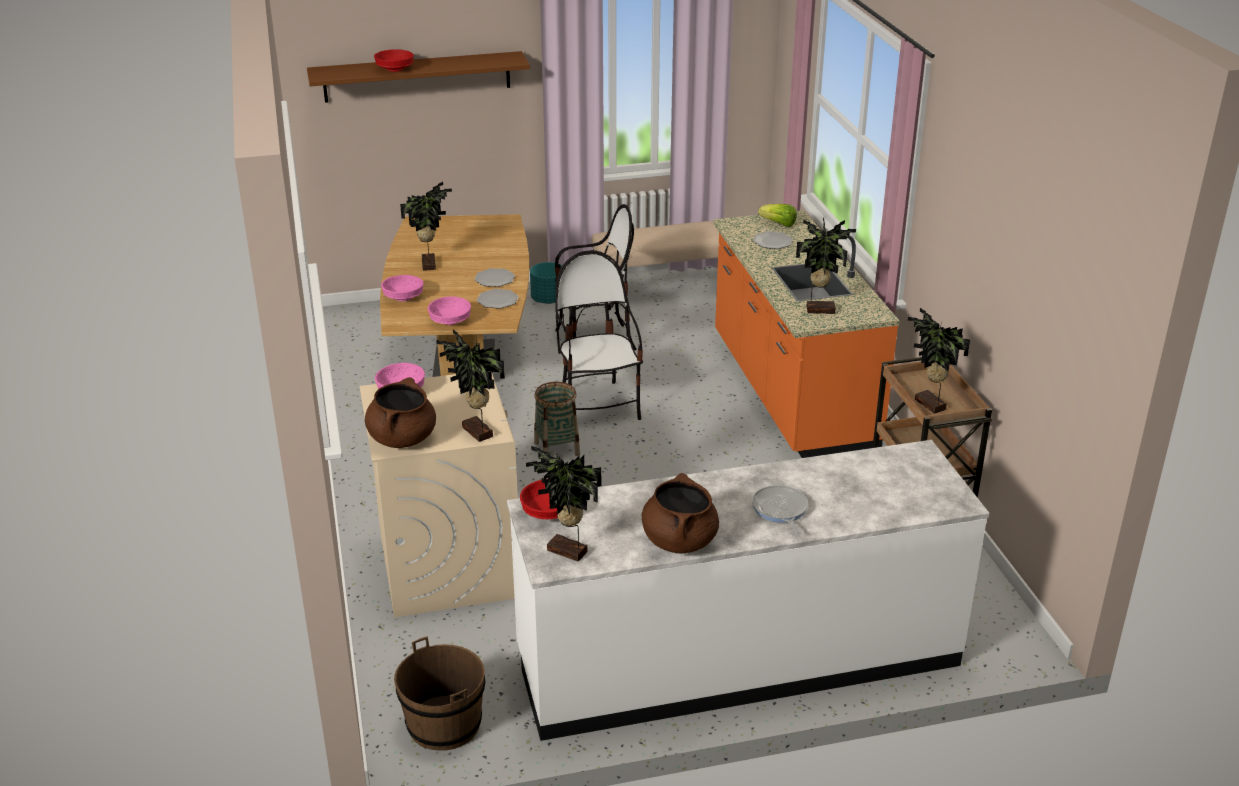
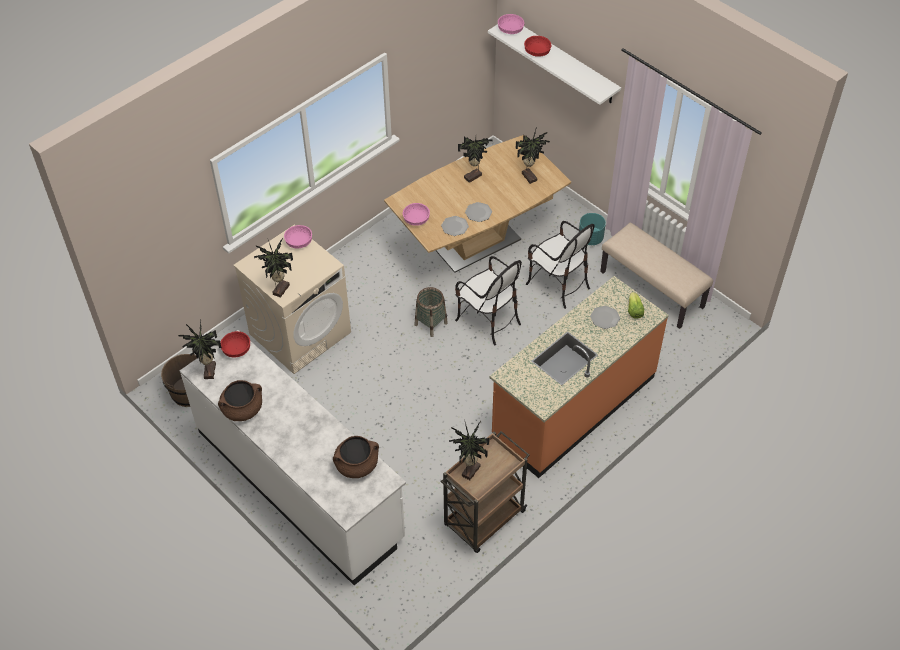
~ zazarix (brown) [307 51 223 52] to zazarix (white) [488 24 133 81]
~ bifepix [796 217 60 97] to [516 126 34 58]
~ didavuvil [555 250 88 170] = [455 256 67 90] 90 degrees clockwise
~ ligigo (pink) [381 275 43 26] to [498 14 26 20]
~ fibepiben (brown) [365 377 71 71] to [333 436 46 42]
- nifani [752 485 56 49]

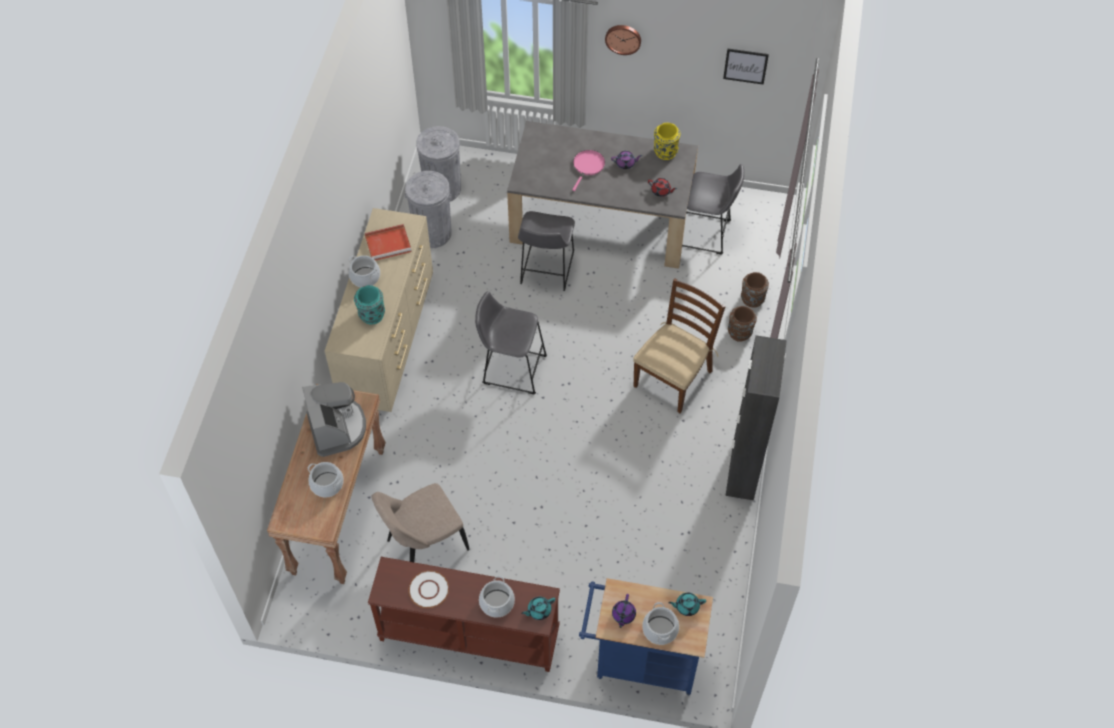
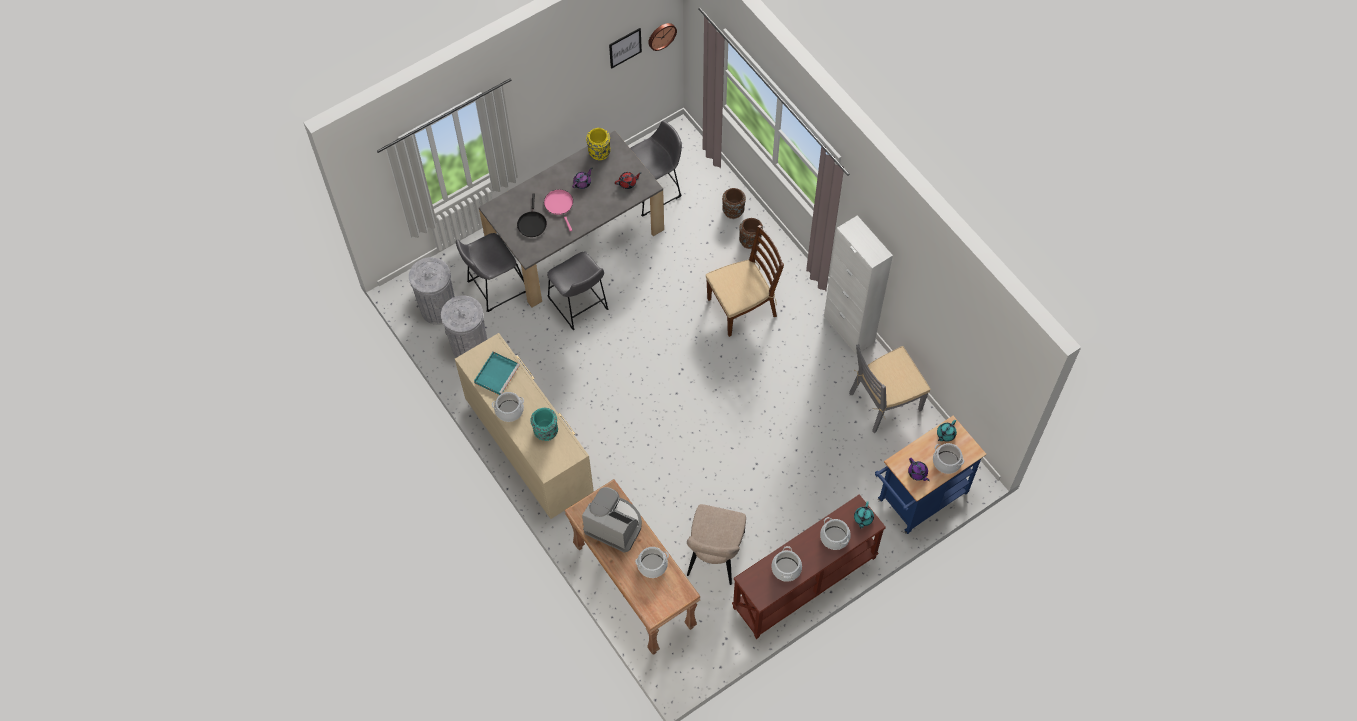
~ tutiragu [605 25 36 30] to [648 23 29 28]
~ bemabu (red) [365 224 47 37] to bemabu (turquoise) [474 352 46 43]
~ didavuvil (brown) [633 278 92 135] = [706 225 78 112] 75 degrees clockwise
~ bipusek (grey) [475 291 72 103] to [456 233 70 79]
~ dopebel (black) [725 335 62 165] to dopebel (white) [824 215 69 139]
~ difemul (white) [409 571 40 37] to fibepiben [771 546 31 36]
+ nifani (black) [517 193 30 44]
+ didavuvil (grey) [849 344 82 89]

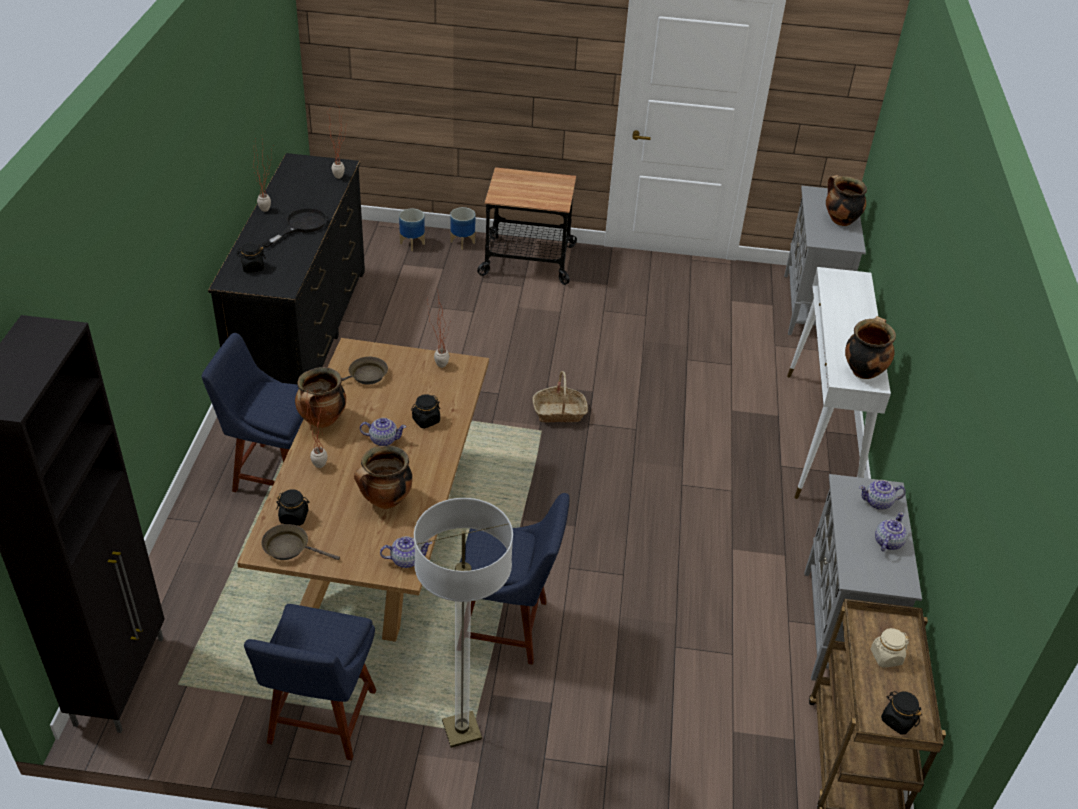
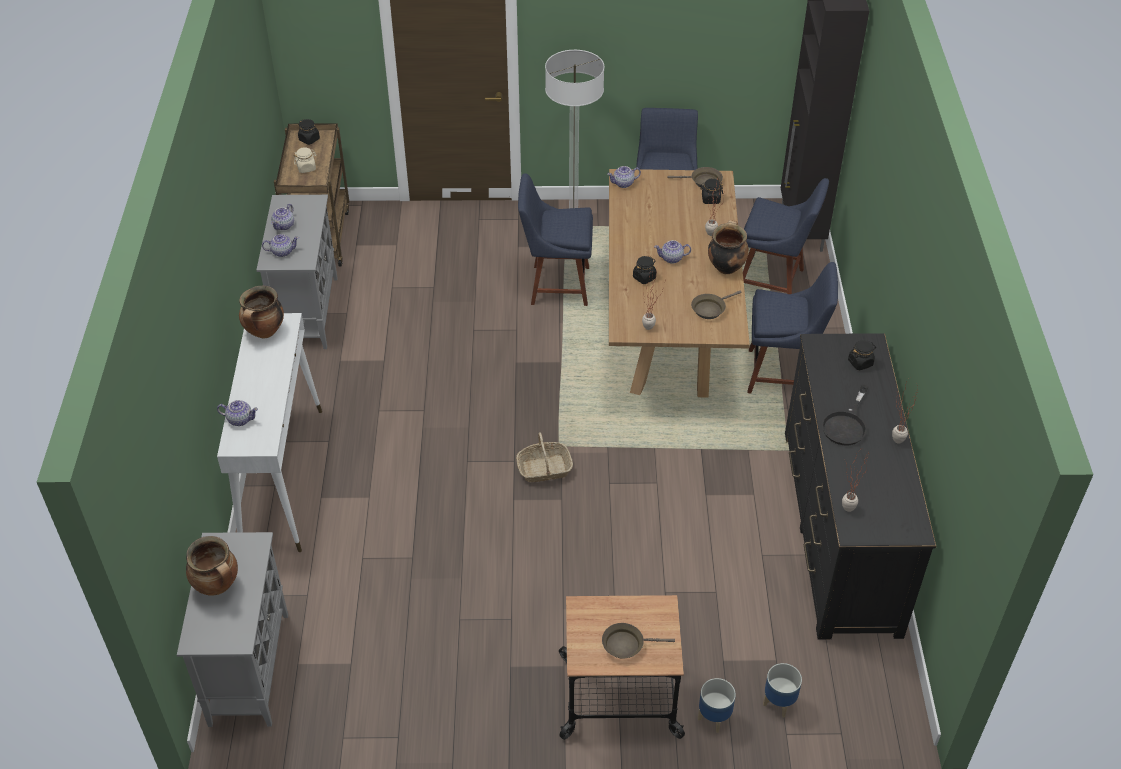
- fibepiben [354 446 58 63]
+ didavuvil (blue) [743 178 86 116]
+ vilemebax [217 400 41 26]
+ nifani (brown) [602 623 73 36]

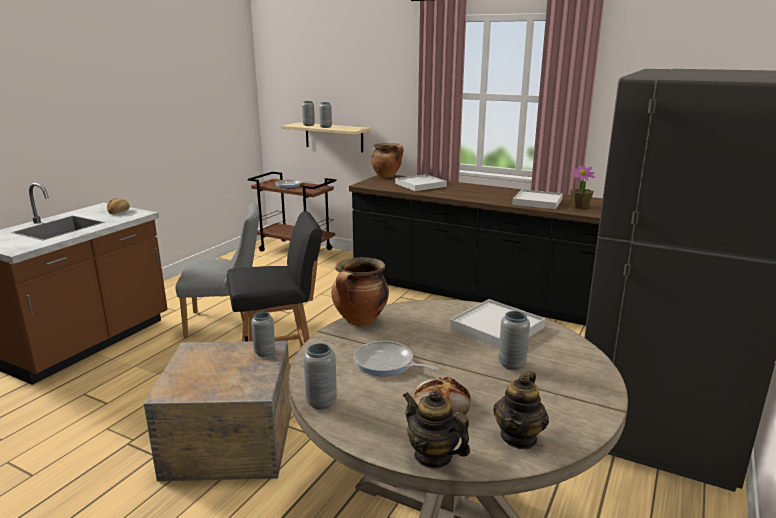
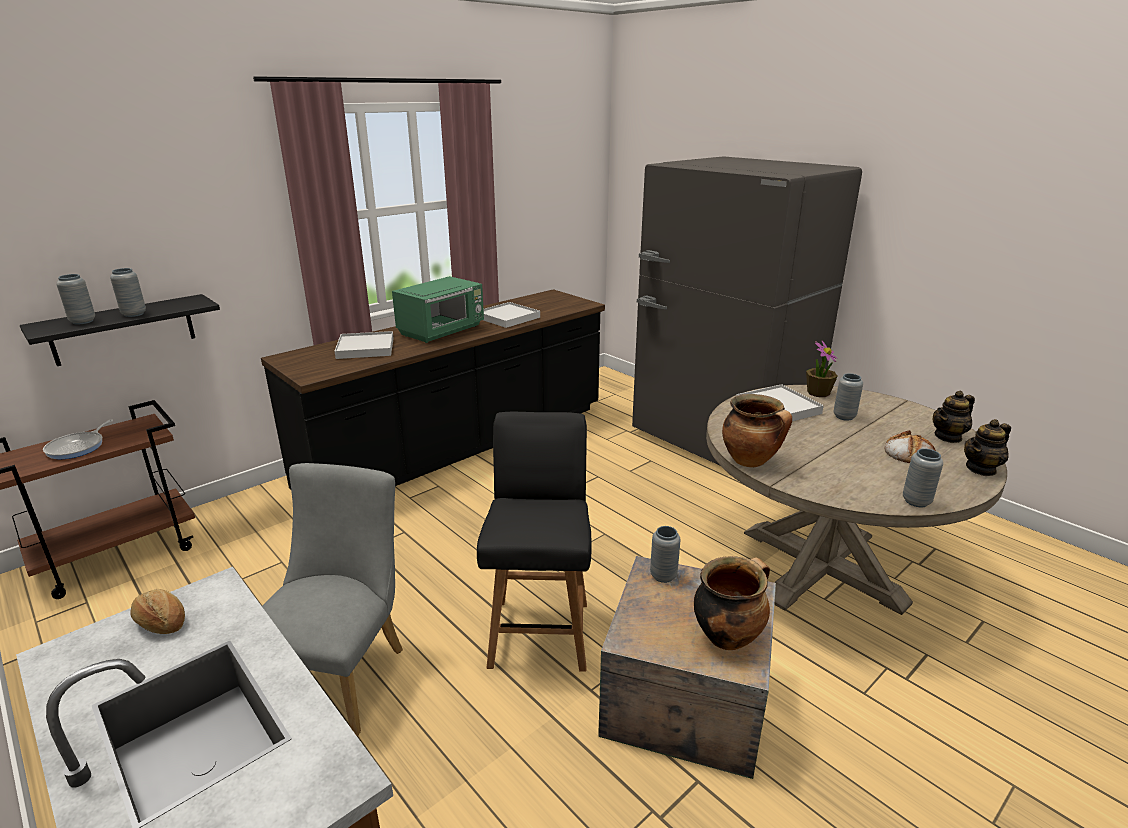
~ zazarix (beige) [281 122 90 30] to zazarix (black) [20 294 200 72]
~ fibepiben [371 143 32 35] to [694 556 76 94]
~ bifepix [570 165 25 44] to [806 341 32 56]
- nifani [353 341 86 35]
~ vilemebax [493 371 56 78] = [933 390 42 53] 105 degrees clockwise
+ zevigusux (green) [392 276 92 67]

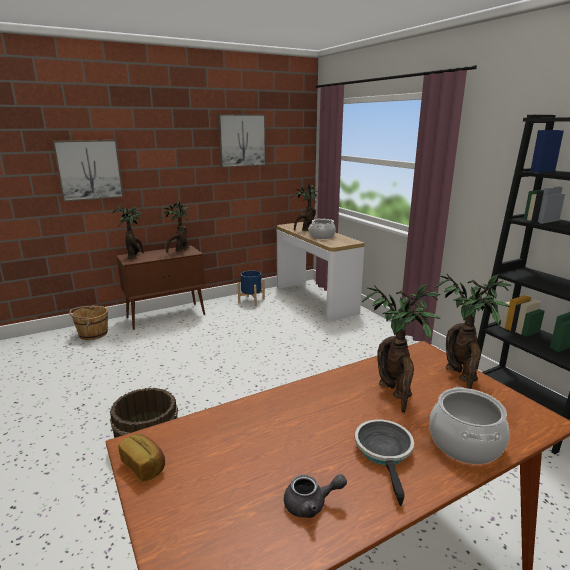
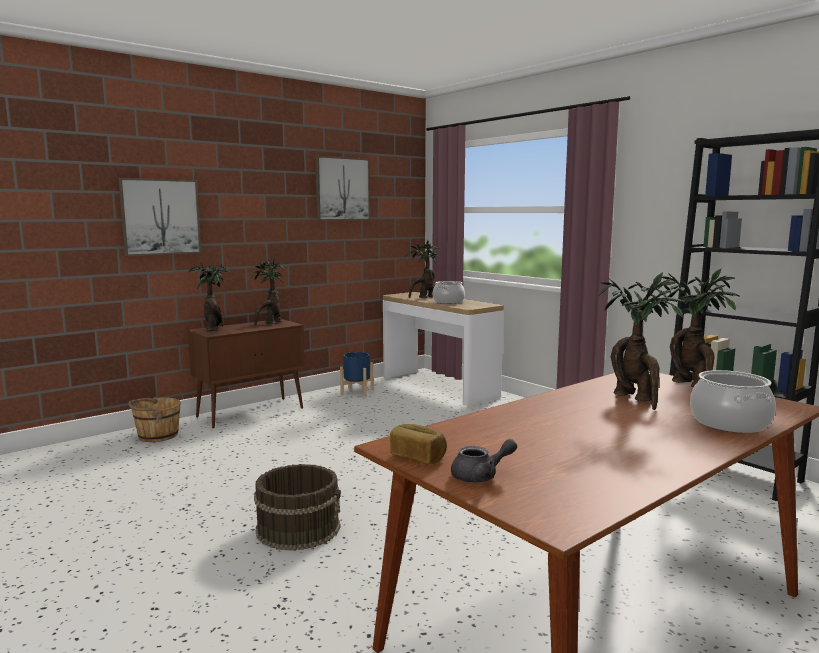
- nifani [355 419 59 87]
~ vilemebax (grey) [284 474 63 44] to [451 439 66 44]

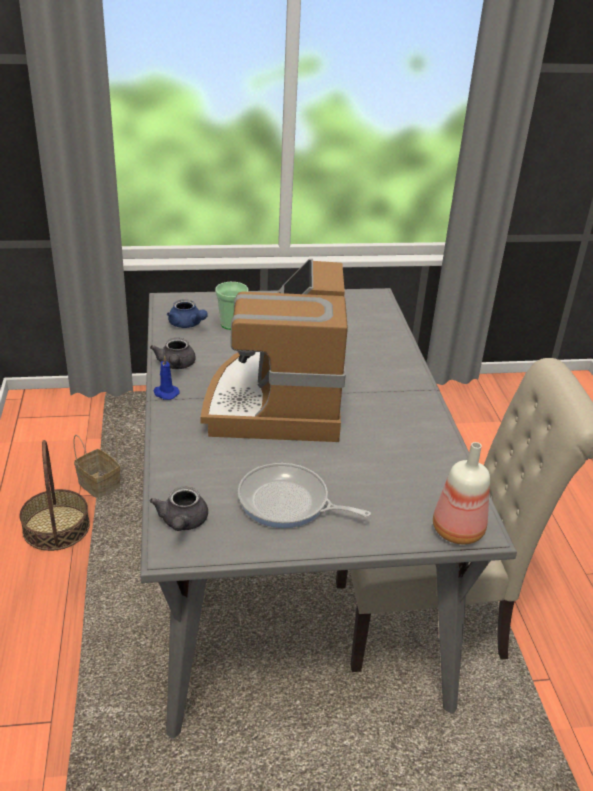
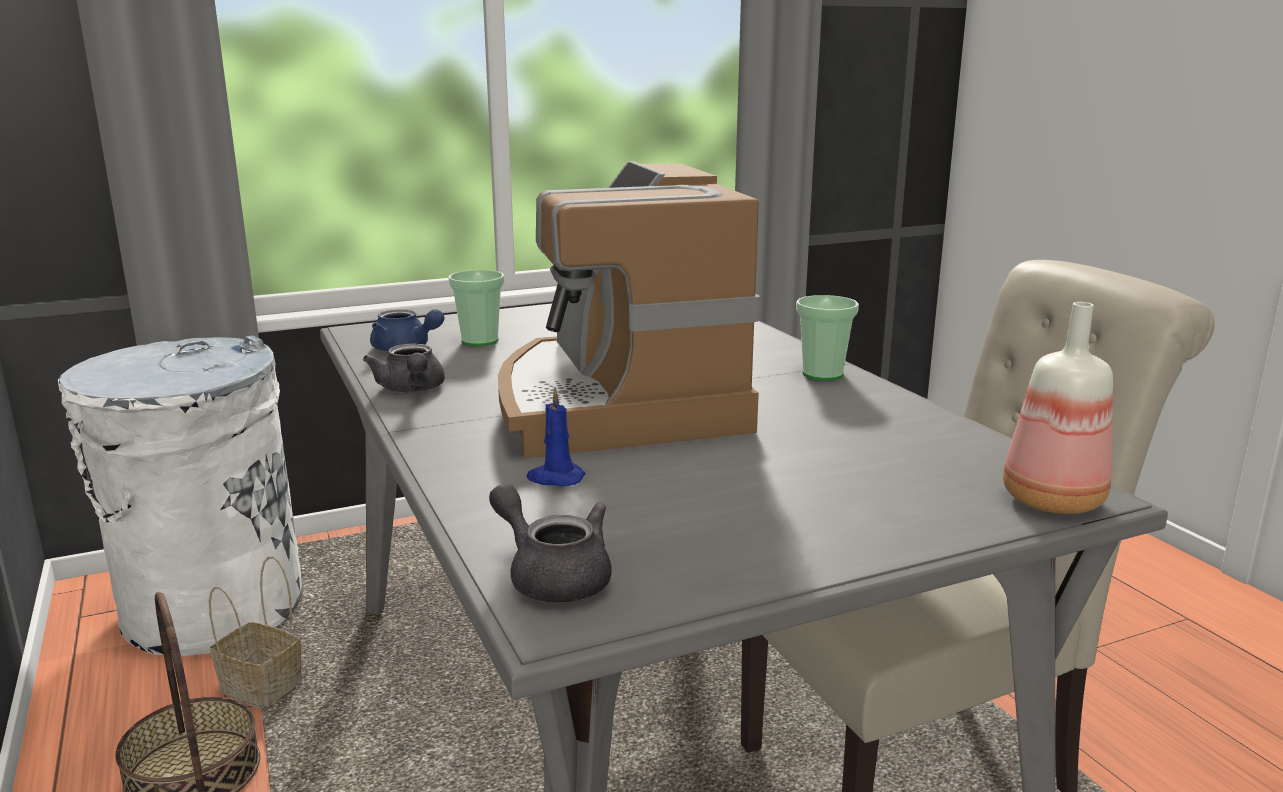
~ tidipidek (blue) [154 355 26 45] to [527 387 59 99]
- nifani [238 463 133 65]
~ vilemebax (grey) [150 487 58 44] = [489 483 123 120] 150 degrees clockwise
+ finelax [796 295 63 86]
+ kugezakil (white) [58 335 245 321]

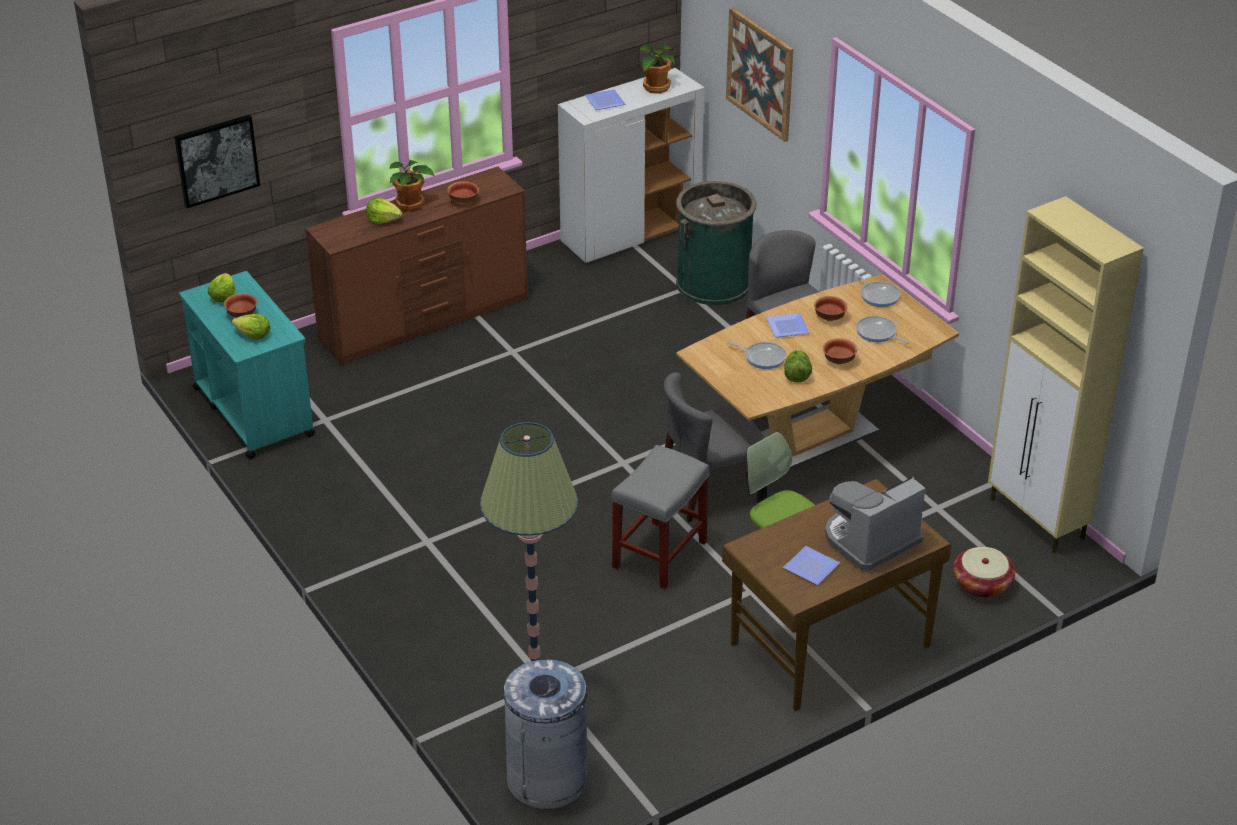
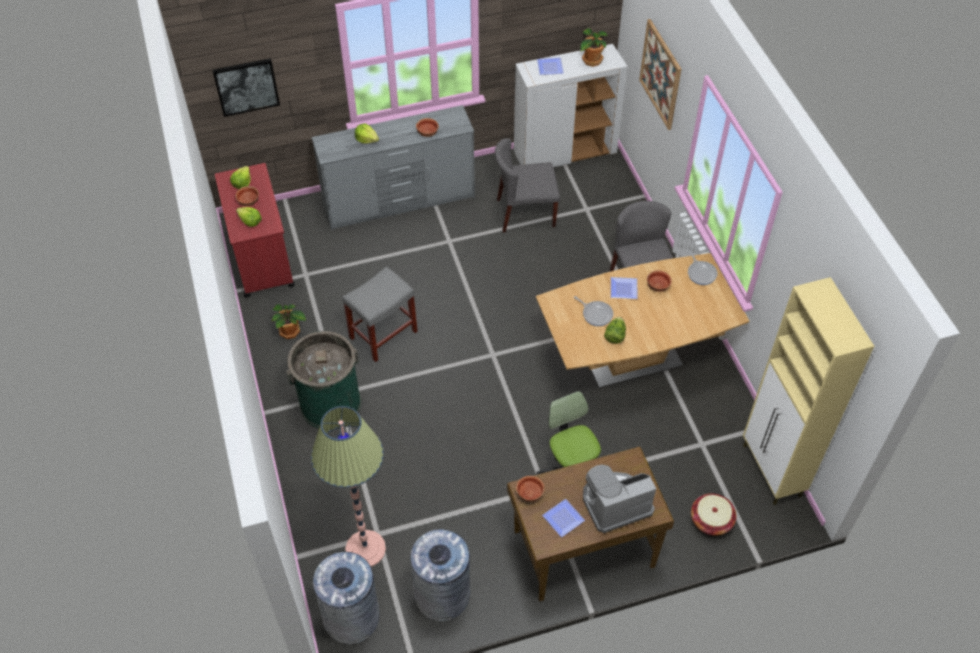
~ bifepix [389 160 46 52] to [272 304 34 35]
~ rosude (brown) [305 167 223 199] to rosude (grey) [312 105 163 125]
~ kugezakil (green) [676 181 81 124] to [286 331 76 98]
~ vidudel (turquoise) [179 271 136 188] to vidudel (red) [215 163 80 135]
- nifani [856 316 54 28]
~ ligigo [823 338 34 27] to [516 476 29 26]
~ didavuvil (grey) [664 372 101 150] to [495 138 65 95]
~ bipusek (grey) [611 445 98 144] to [342 266 76 96]
+ kugezakil (grey) [410 529 60 92]

